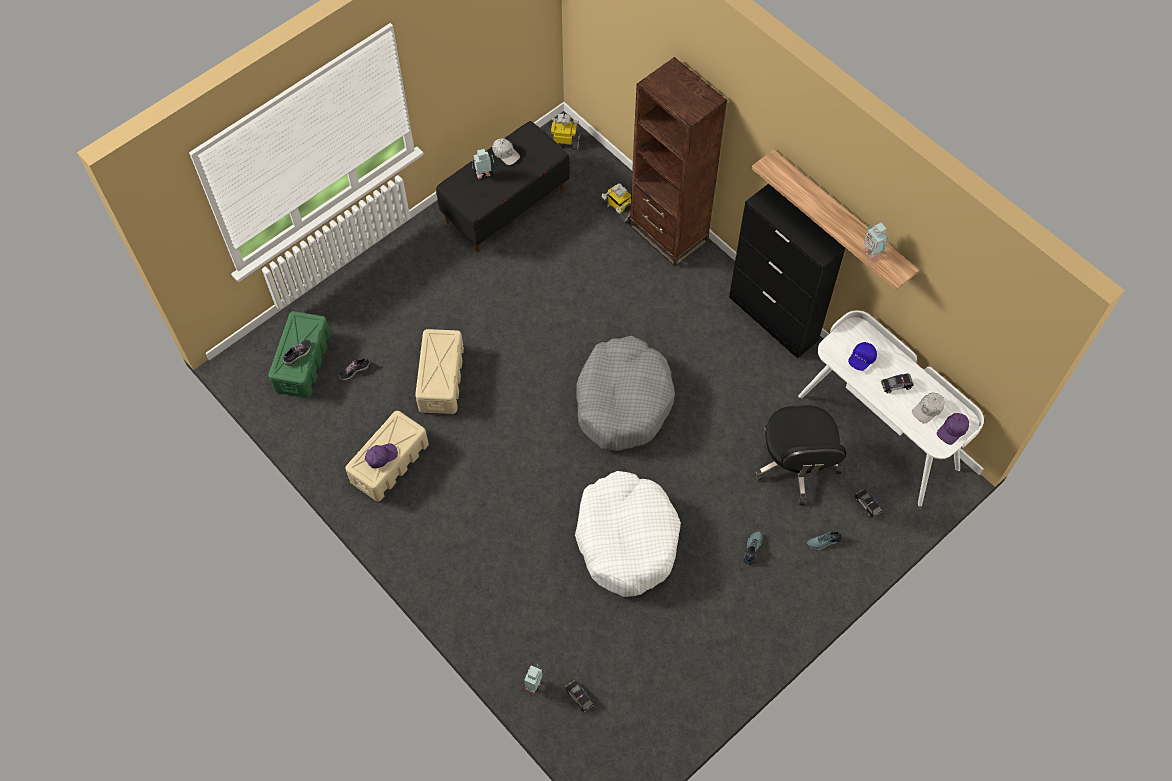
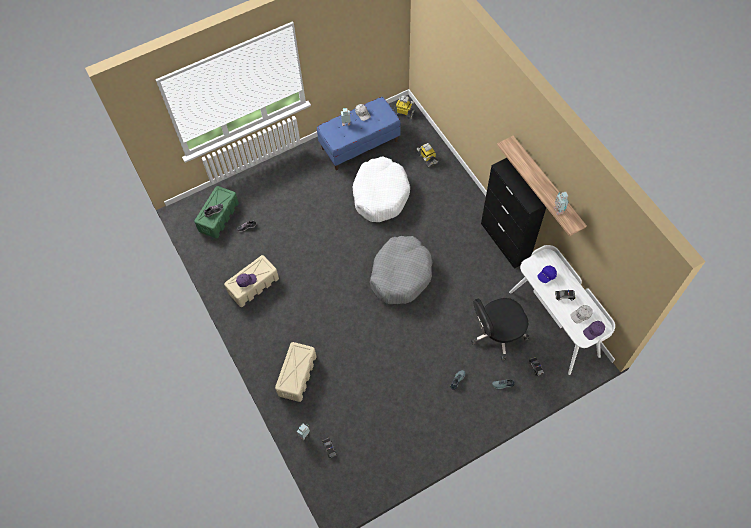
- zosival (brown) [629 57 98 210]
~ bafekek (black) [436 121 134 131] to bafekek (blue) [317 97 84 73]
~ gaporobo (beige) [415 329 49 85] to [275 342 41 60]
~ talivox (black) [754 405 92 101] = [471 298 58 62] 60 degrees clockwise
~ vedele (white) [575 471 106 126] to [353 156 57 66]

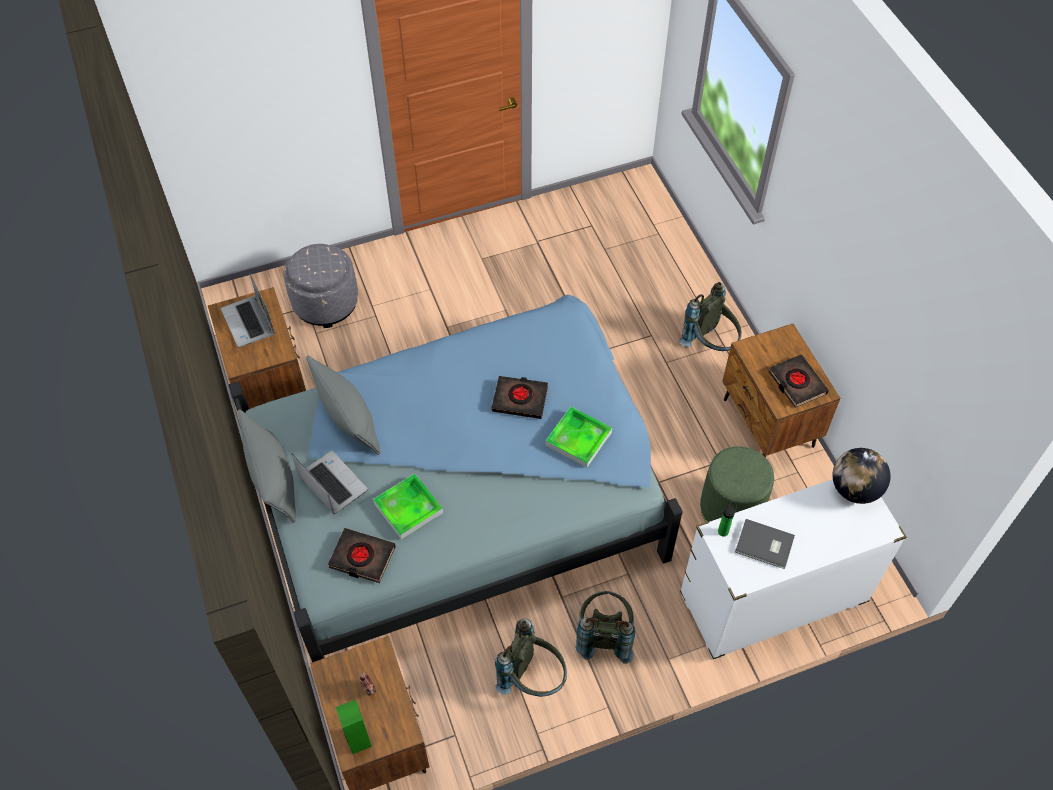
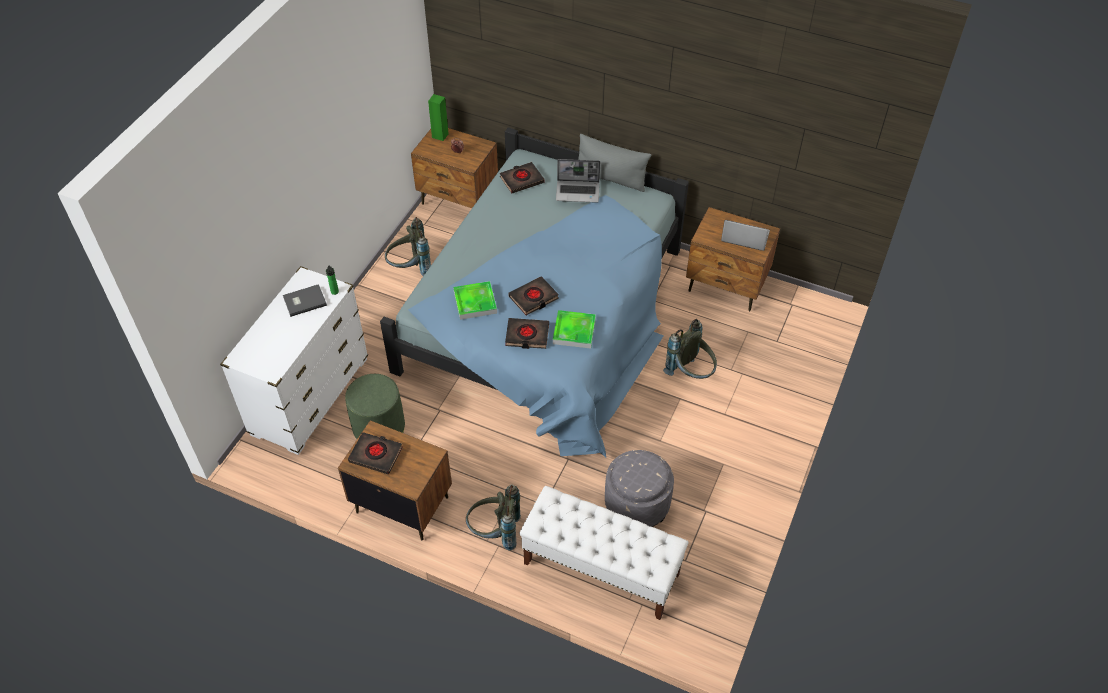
~ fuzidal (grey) [284 244 74 84] to [605 450 69 77]
- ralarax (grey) [306 355 75 100]
- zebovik [833 448 58 56]
~ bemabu [373 473 70 67] to [553 310 43 38]
~ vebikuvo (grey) [576 591 59 72] to [663 319 54 60]
+ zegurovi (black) [505 318 44 31]
+ bafekek (white) [520 486 169 134]

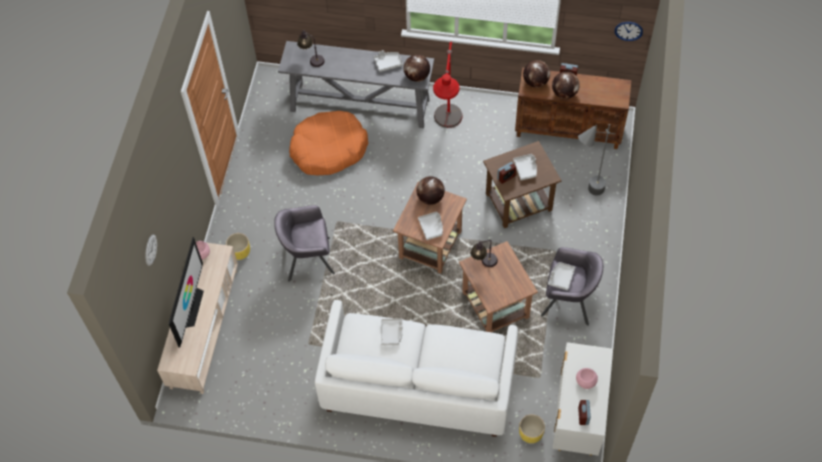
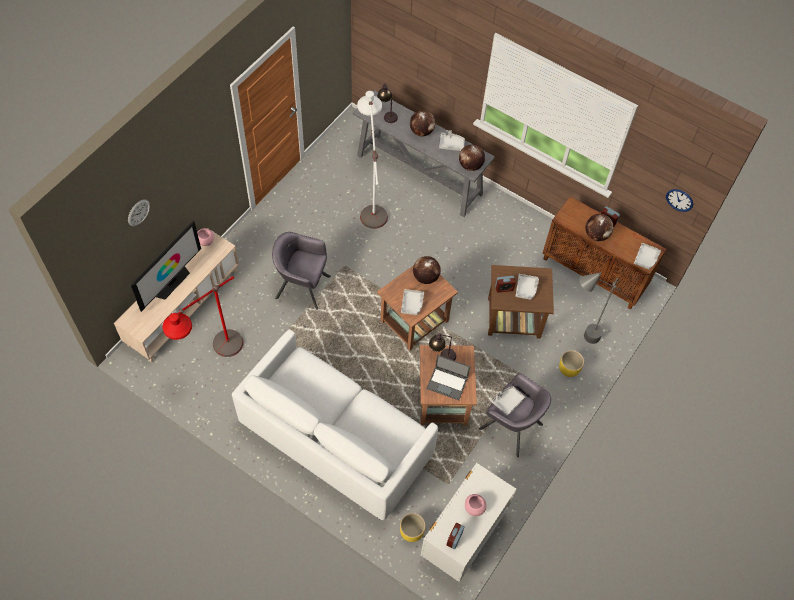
~ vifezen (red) [433 41 30 87] to [163 276 80 81]
~ zebovik [523 60 27 28] to [410 110 25 26]
~ vedele (orange) [289 111 79 64] to vifezen (white) [357 91 31 138]
~ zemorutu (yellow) [226 233 24 27] to [559 350 25 27]
~ bemabu (grey) [381 318 22 27] to [634 243 27 26]
+ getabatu [426 355 44 45]

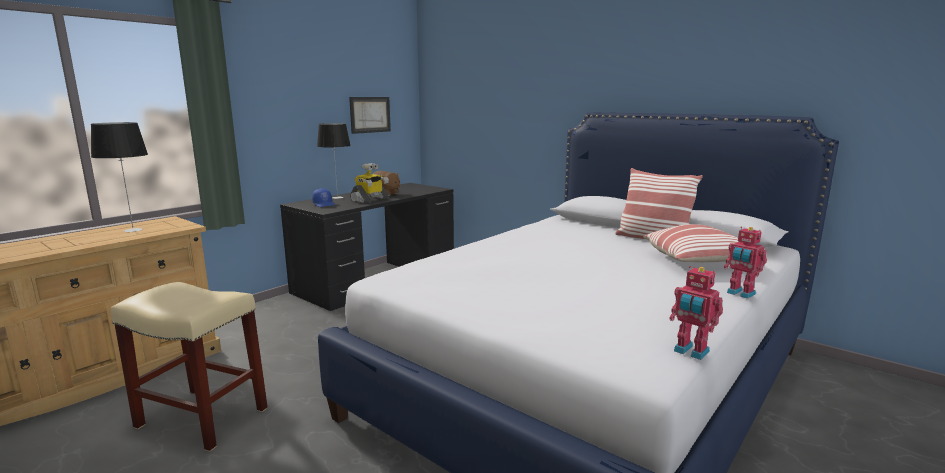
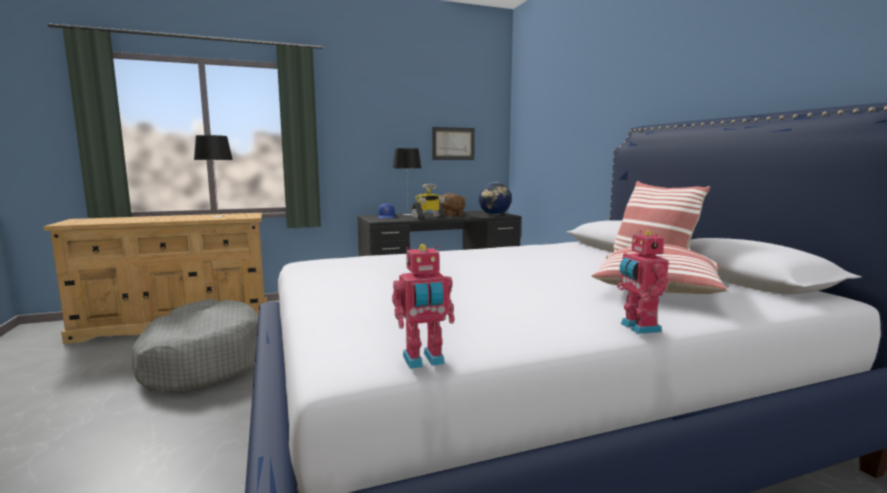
~ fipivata [670 266 53 94] = [392 244 63 125] 90 degrees counterclockwise
~ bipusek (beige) [111 282 157 170] to vedele (grey) [131 299 127 93]
+ zebovik [479 182 33 33]

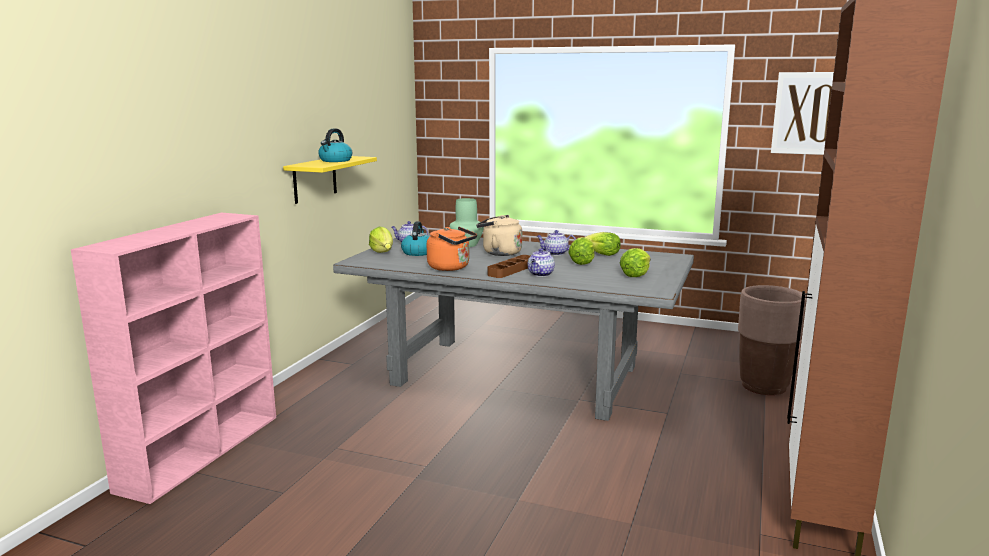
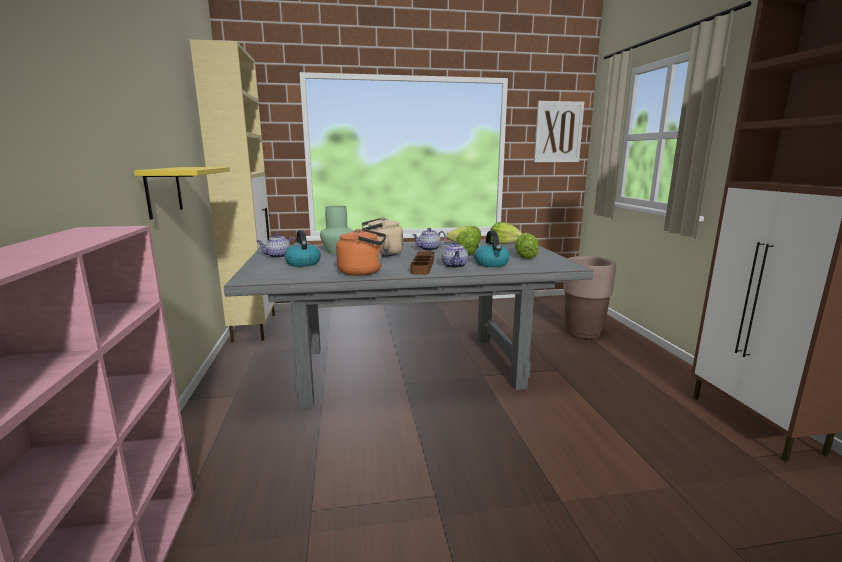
~ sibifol [318 128 34 34] to [474 230 36 37]
~ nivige [369 227 24 26] to [491 222 32 22]
+ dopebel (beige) [190 39 85 303]

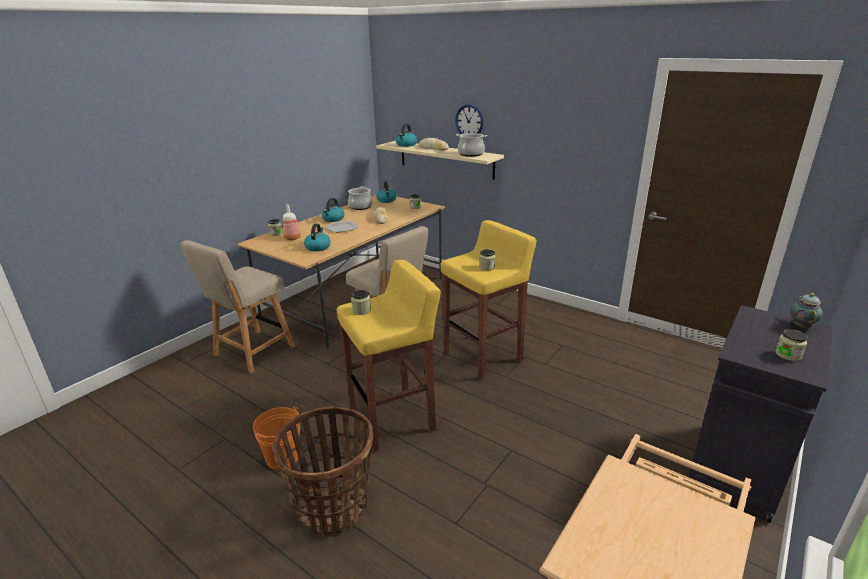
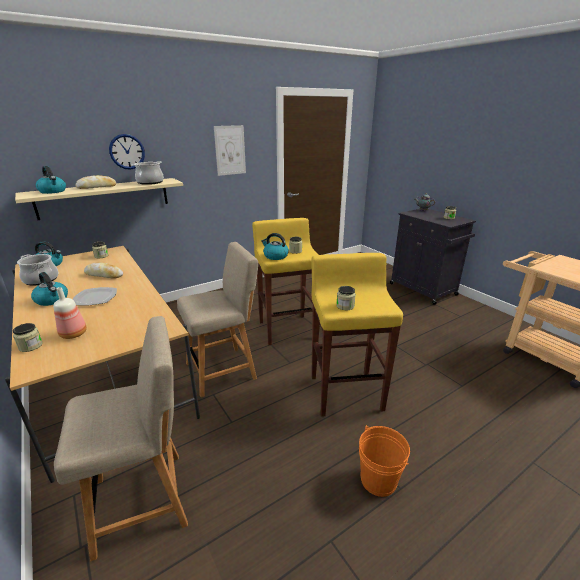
~ sibifol [304 224 26 27] to [262 233 27 27]
~ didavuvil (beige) [180 240 115 133] = [54 316 134 245] 75 degrees counterclockwise
- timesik [272 407 101 129]
+ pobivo [214 125 32 51]

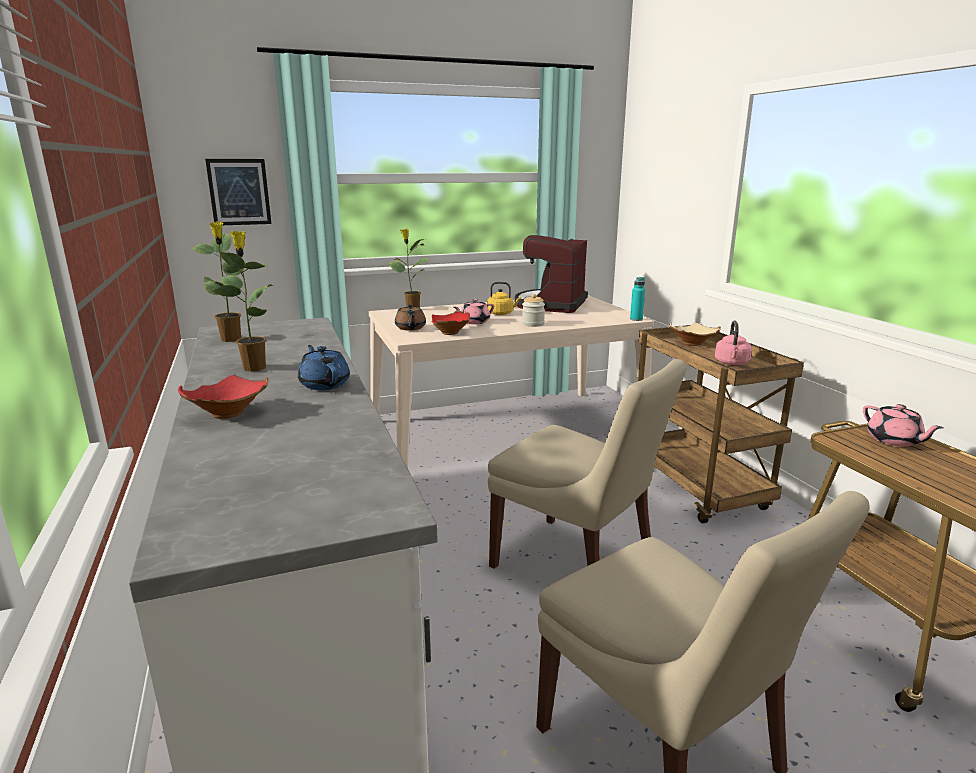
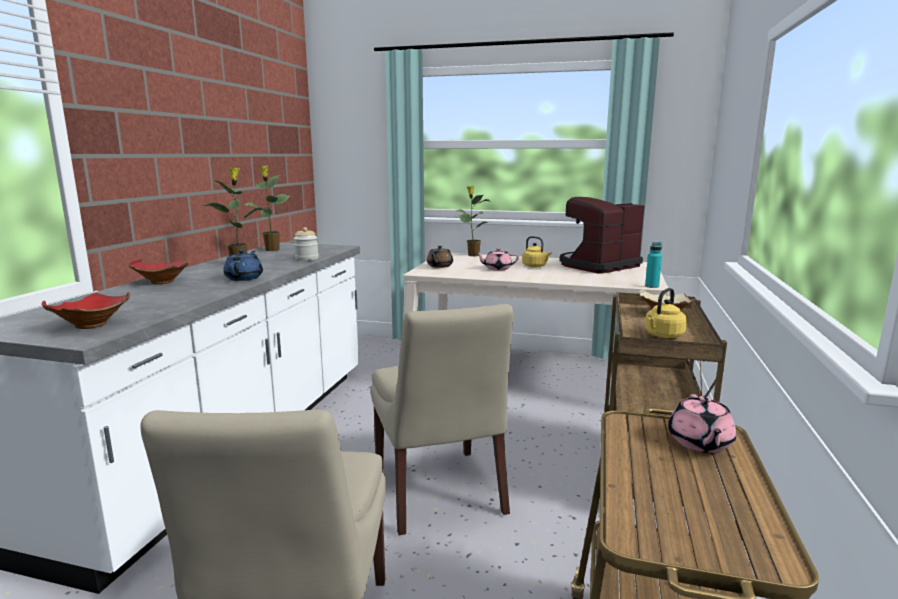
- pobivo [205 159 67 66]
~ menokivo [522 294 23 33] to [293 227 26 34]
~ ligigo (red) [432 310 38 25] to [42 292 88 37]
~ sibifol (pink) [715 321 37 44] to sibifol (yellow) [645 288 42 50]

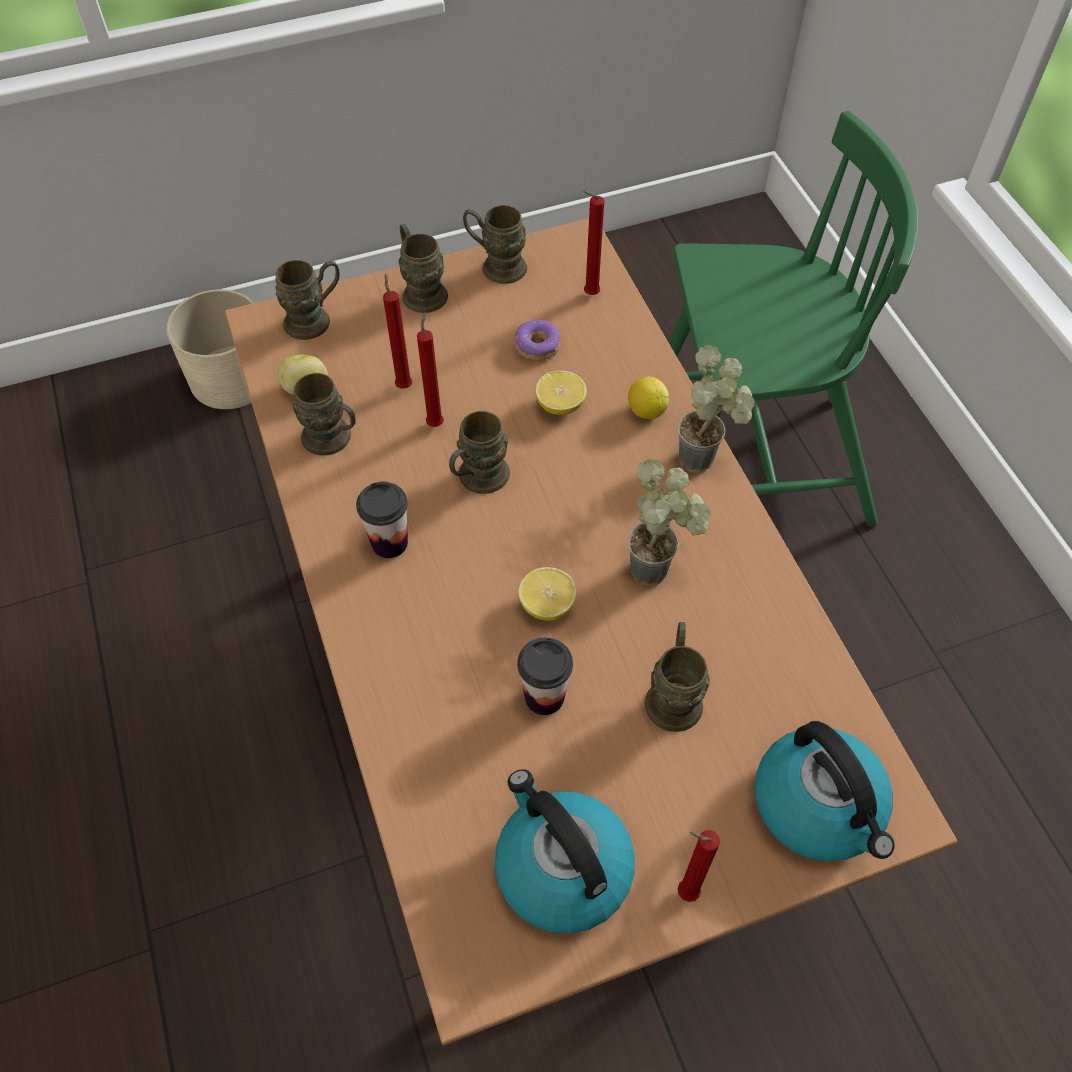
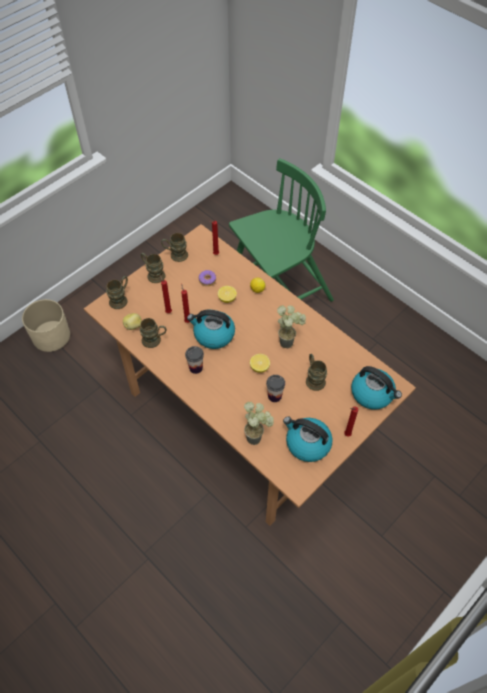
~ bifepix [678 345 77 128] to [244 402 30 43]
~ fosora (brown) [449 411 61 83] to sibifol [187 310 48 39]

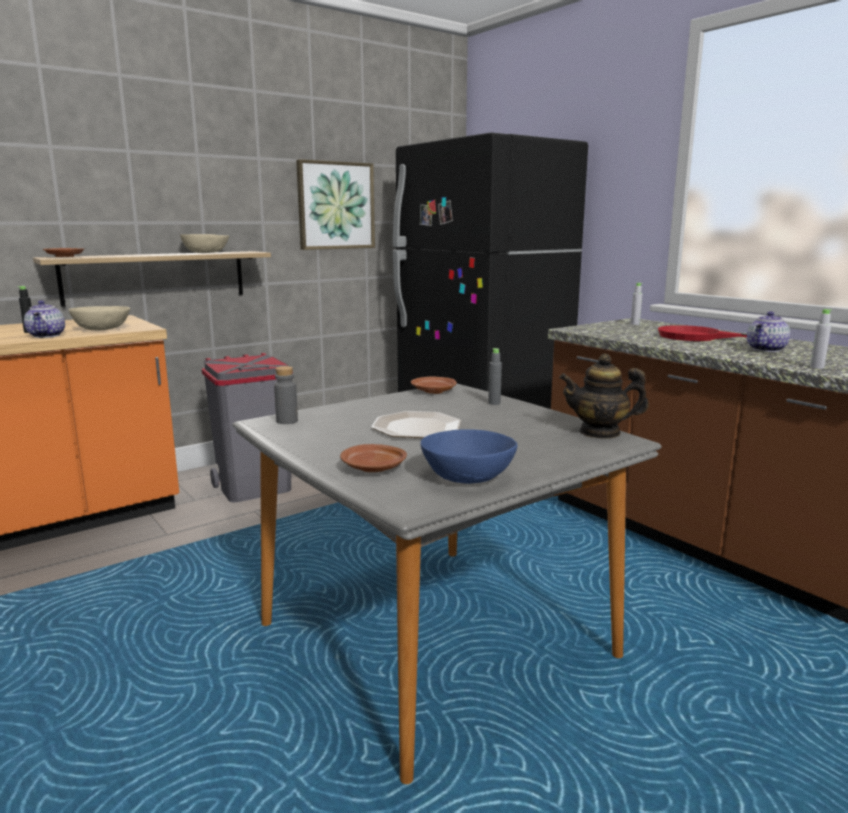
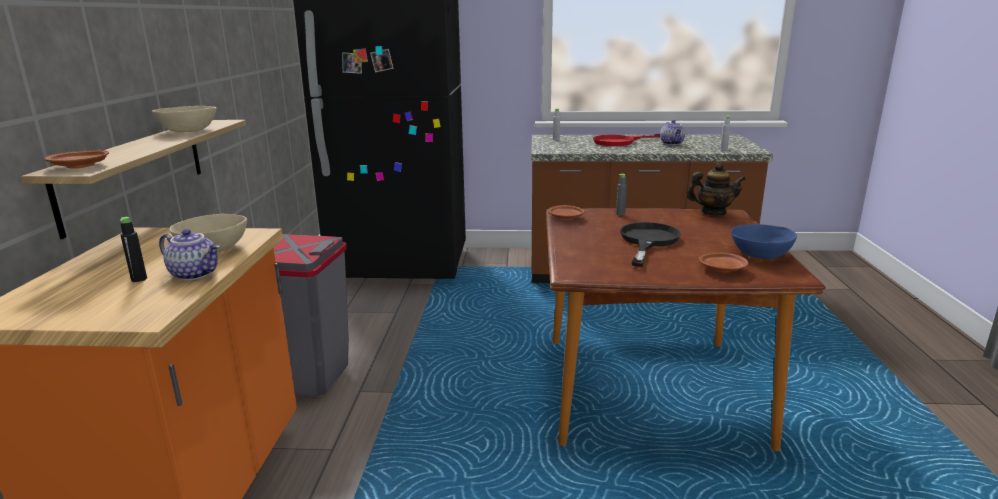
- pobivo [296 159 79 91]
~ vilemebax [559 354 90 85] = [687 163 59 52] 135 degrees counterclockwise
- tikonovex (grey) [274 366 24 58]
~ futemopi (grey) [232 384 430 400] to futemopi (brown) [546 208 280 243]
~ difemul [371 411 90 27] to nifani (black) [620 222 61 45]

